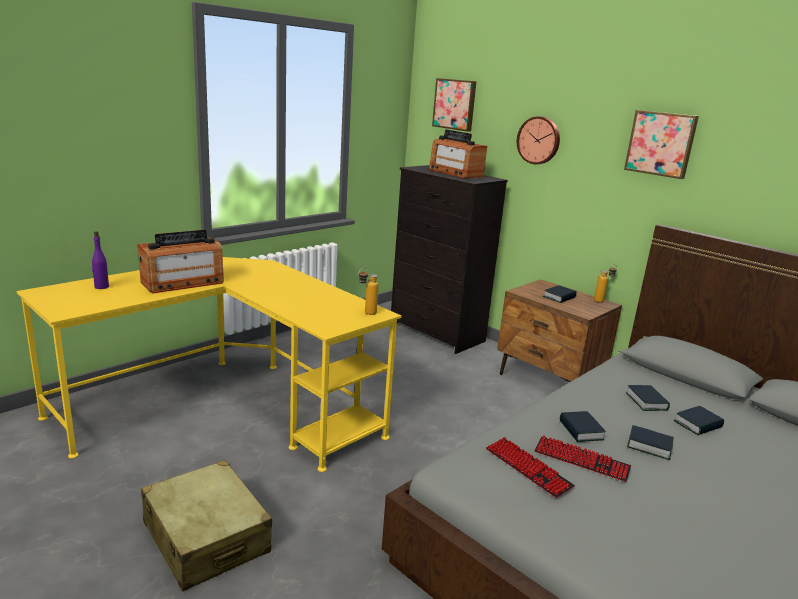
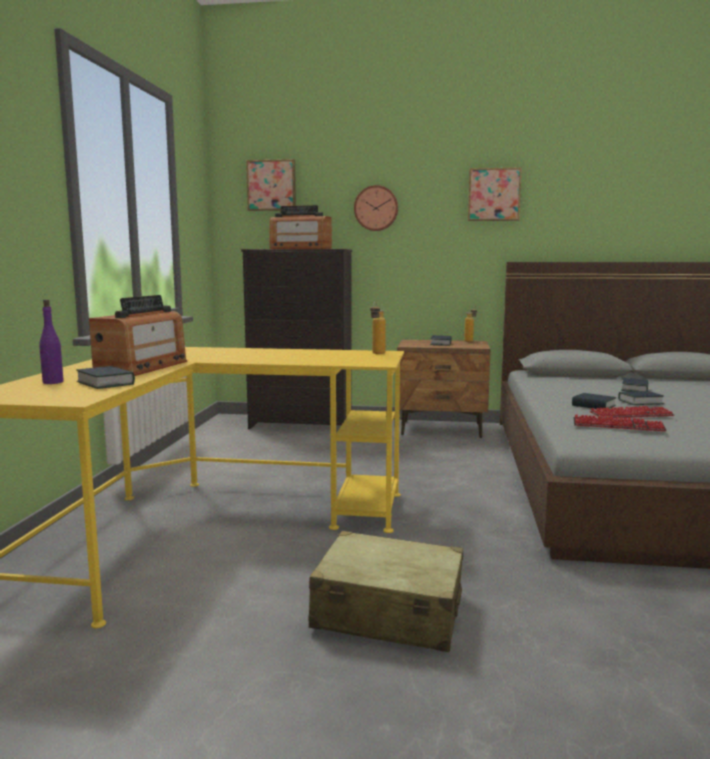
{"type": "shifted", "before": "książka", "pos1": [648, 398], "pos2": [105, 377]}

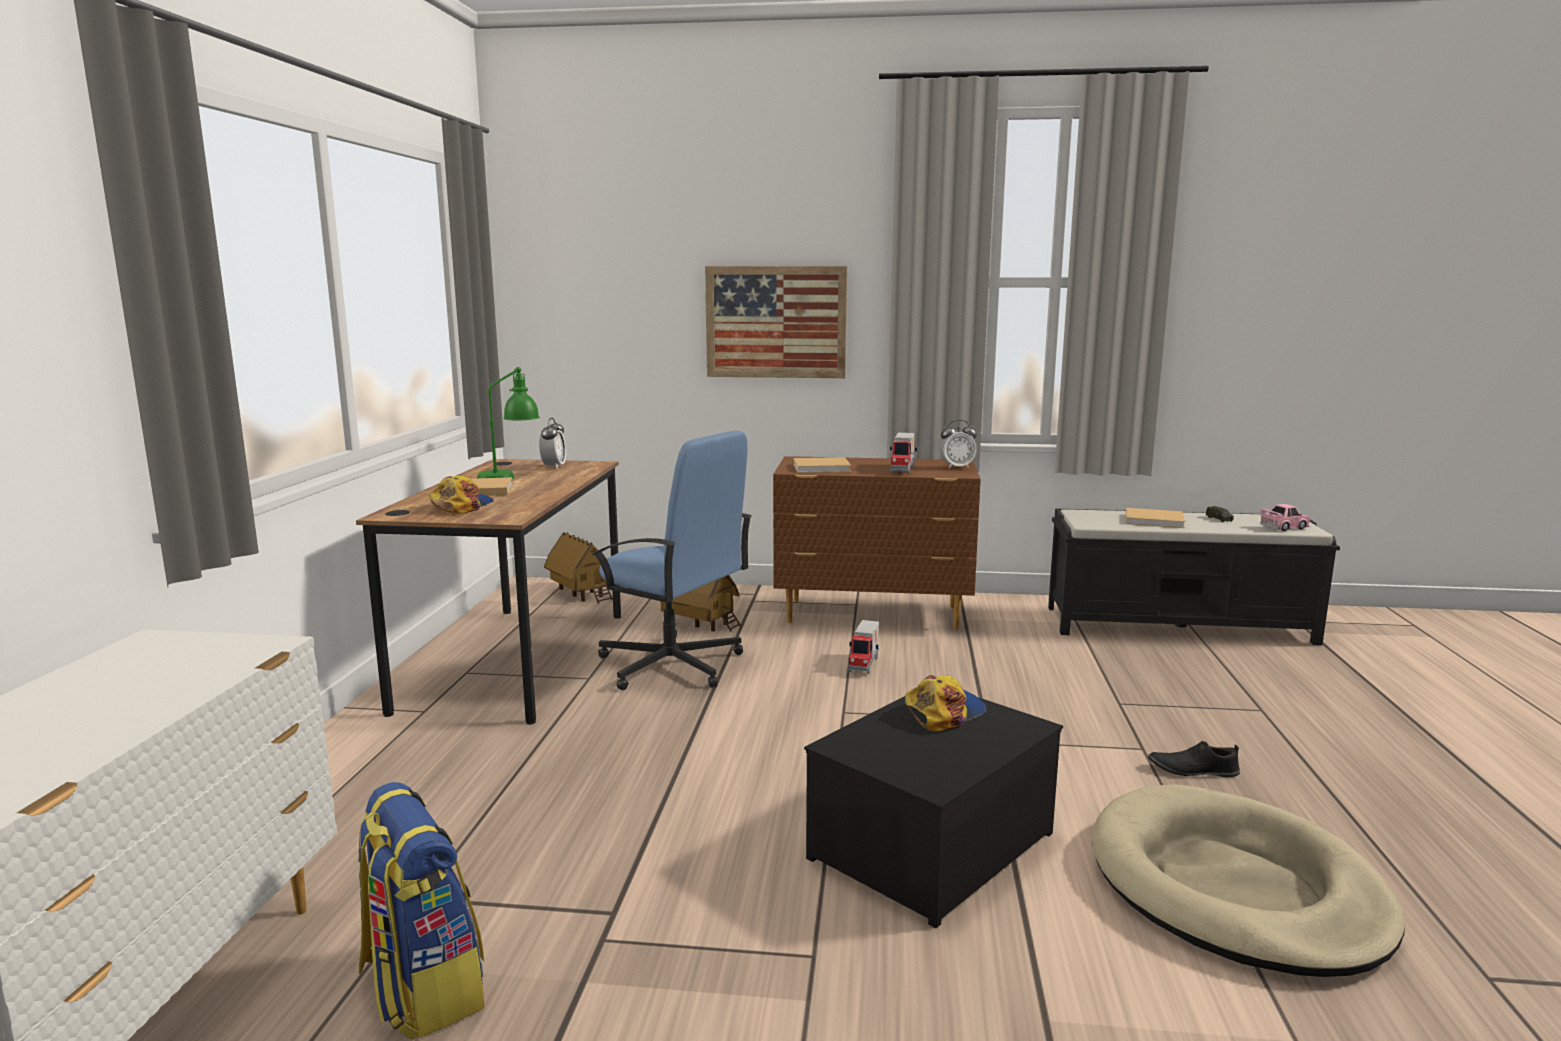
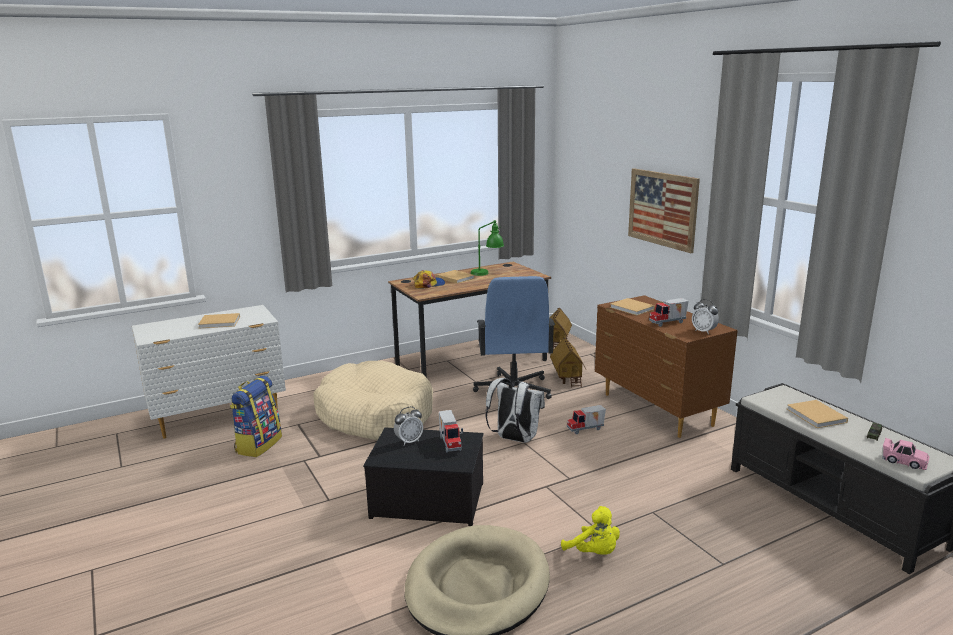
{"type": "new", "after": "książka/beżowy", "pos2": [219, 321]}
{"type": "new", "after": "legowisko/beżowy", "pos2": [373, 400]}
{"type": "new", "after": "plecak/biały", "pos2": [515, 410]}
{"type": "shifted", "before": "budzik", "pos1": [552, 443], "pos2": [408, 425]}
{"type": "swapped", "before": "czapka z daszkiem", "after": "ciężarówka zabawkowa", "pos1": [946, 703], "pos2": [451, 431]}
{"type": "swapped", "before": "but/czarny", "after": "pluszak/żółty", "pos1": [1194, 759], "pos2": [590, 530]}

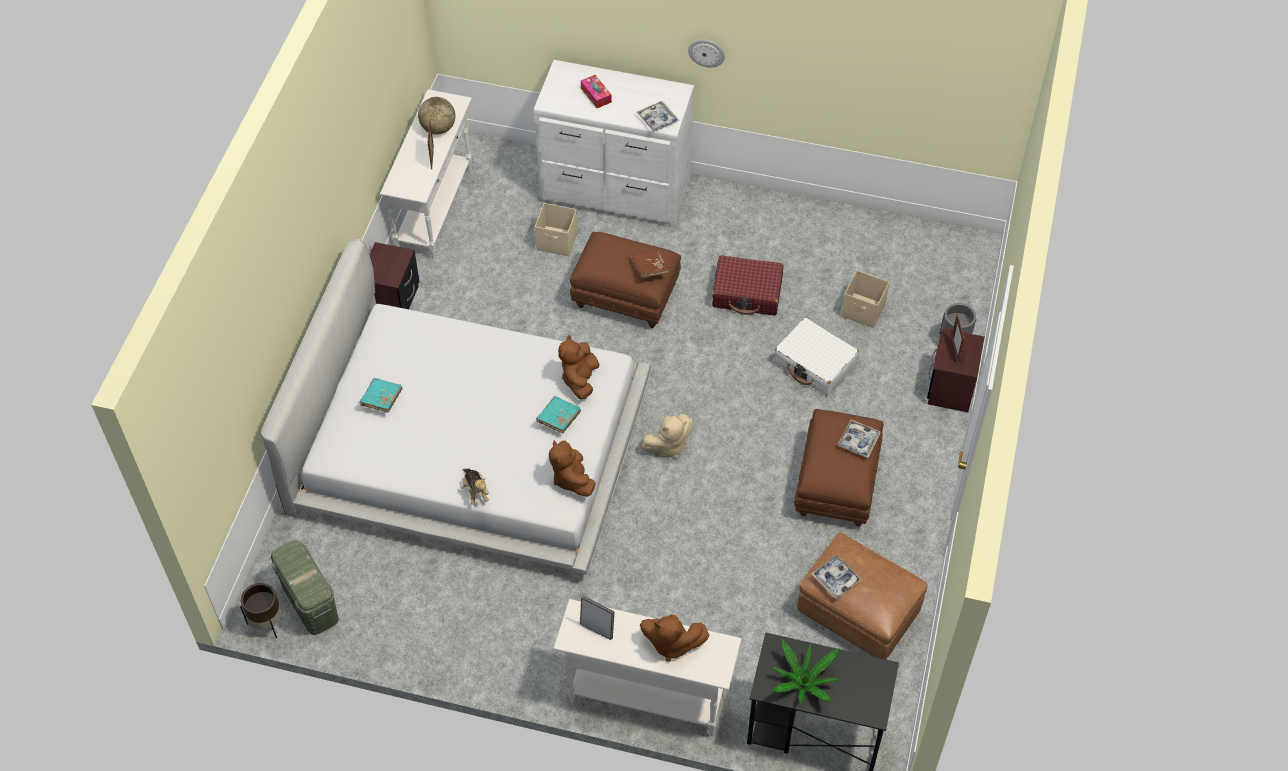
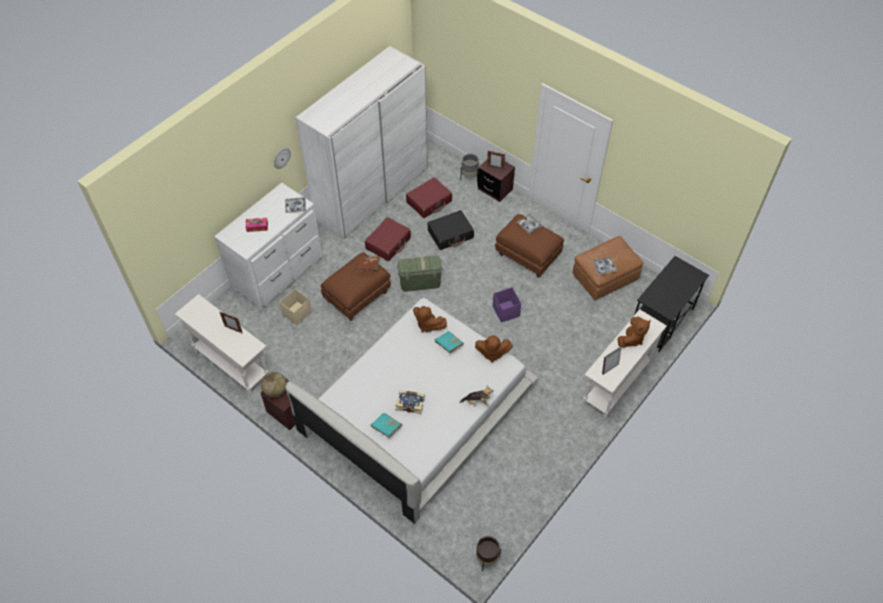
{"type": "gone", "before": "pluszak/beżowy", "pos1": [667, 436]}
{"type": "gone", "before": "roślina doniczkowa", "pos1": [806, 671]}
{"type": "new", "after": "szafa/biały", "pos2": [361, 143]}
{"type": "new", "after": "książka", "pos2": [410, 402]}
{"type": "new", "after": "pojemnik do przechowywania/fioletowy", "pos2": [507, 305]}
{"type": "shifted", "before": "pojemnik do przechowywania/zielony", "pos1": [304, 587], "pos2": [420, 274]}
{"type": "shifted", "before": "globus", "pos1": [436, 116], "pos2": [274, 384]}
{"type": "swapped", "before": "pojemnik do przechowywania/beżowy", "after": "walizka/czerwony", "pos1": [865, 299], "pos2": [429, 197]}
{"type": "repainted", "before": "walizka/biały", "after": "walizka/czarny", "pos1": [816, 357], "pos2": [450, 230]}

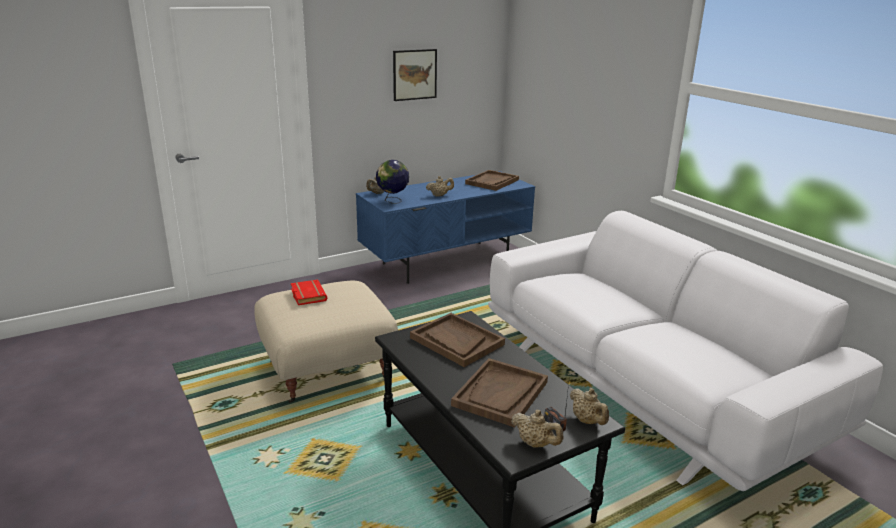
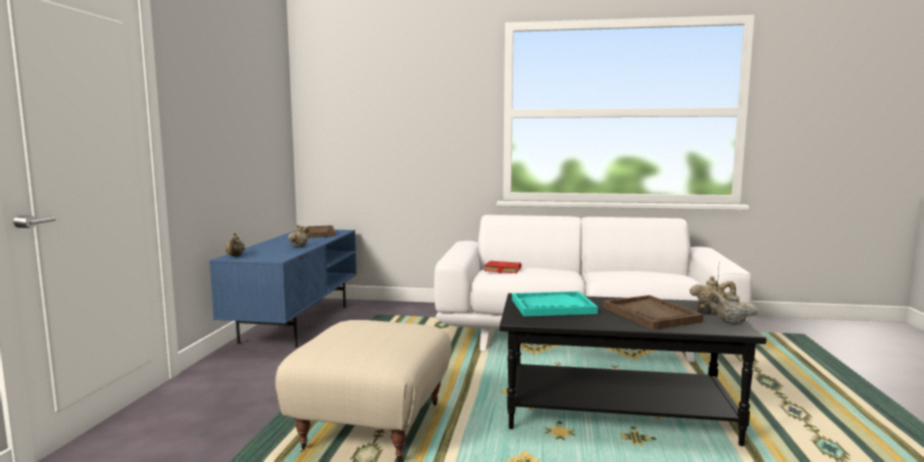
{"type": "gone", "before": "globus", "pos1": [392, 182]}
{"type": "gone", "before": "obraz", "pos1": [415, 75]}
{"type": "shifted", "before": "książka/czerwony", "pos1": [309, 292], "pos2": [502, 267]}
{"type": "repainted", "before": "taca/brązowy", "after": "taca/turkusowy", "pos1": [457, 340], "pos2": [555, 303]}
{"type": "rotated", "before": "imbryk/beżowy", "pos1": [537, 428], "pos2": [732, 307], "turn": -120}

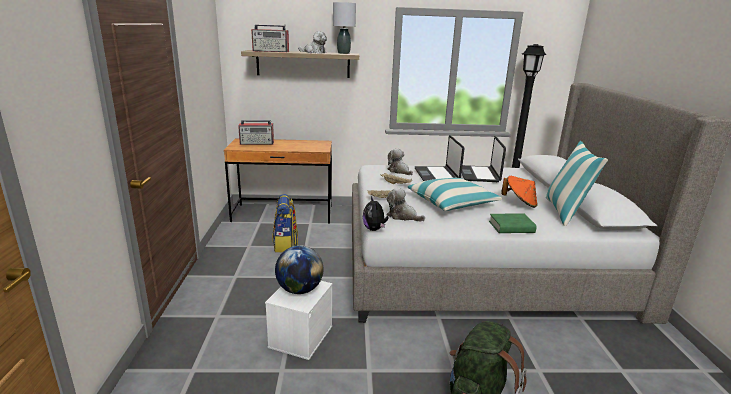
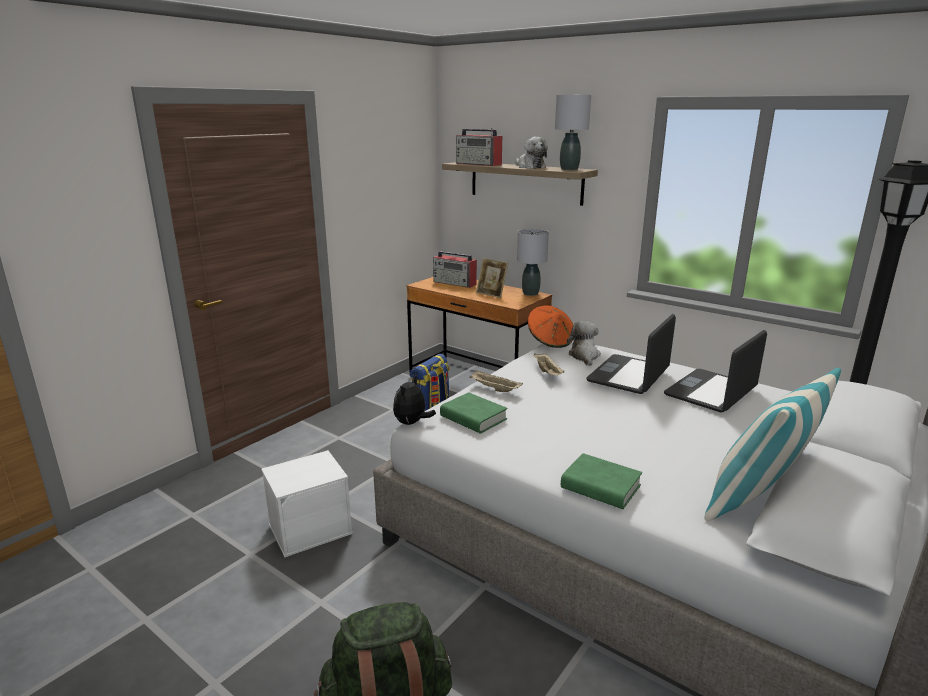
{"type": "gone", "before": "globus", "pos1": [299, 269]}
{"type": "gone", "before": "poduszka", "pos1": [455, 194]}
{"type": "new", "after": "ramka na zdjęcie", "pos2": [492, 278]}
{"type": "new", "after": "lampa stołowa/szary", "pos2": [533, 262]}
{"type": "shifted", "before": "kapelusz/pomarańczowy", "pos1": [519, 192], "pos2": [550, 327]}
{"type": "swapped", "before": "pluszak", "after": "książka/zielony", "pos1": [406, 204], "pos2": [473, 412]}

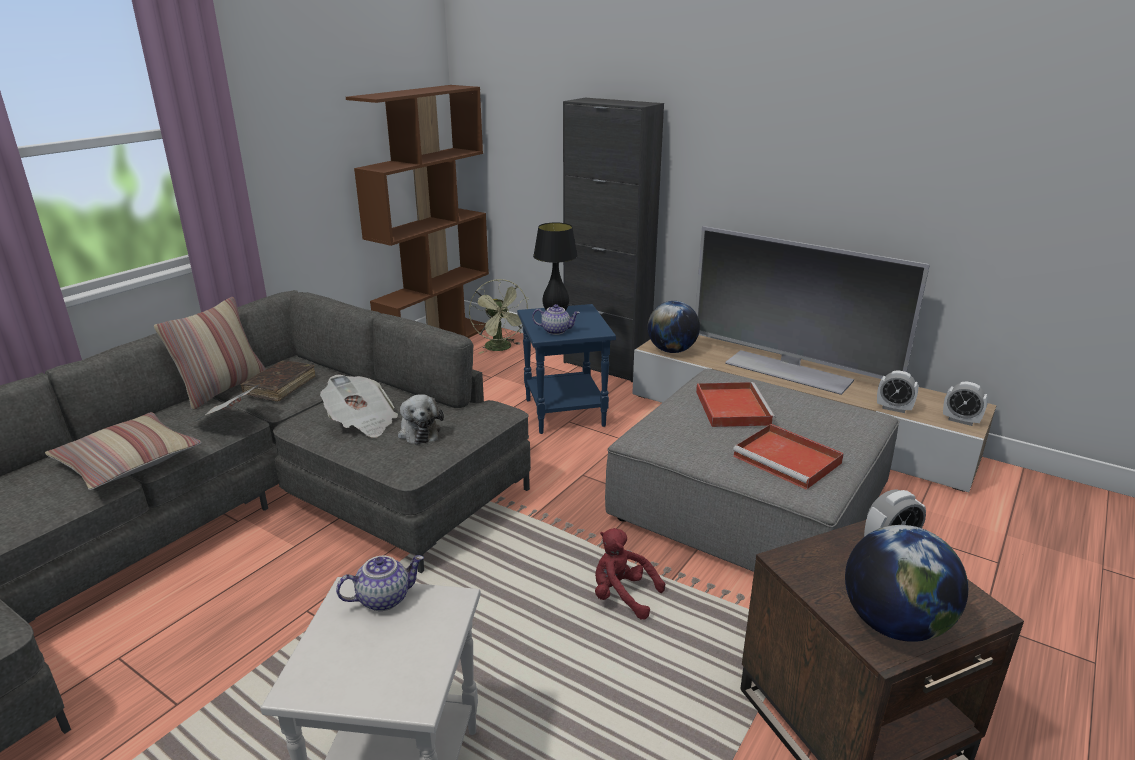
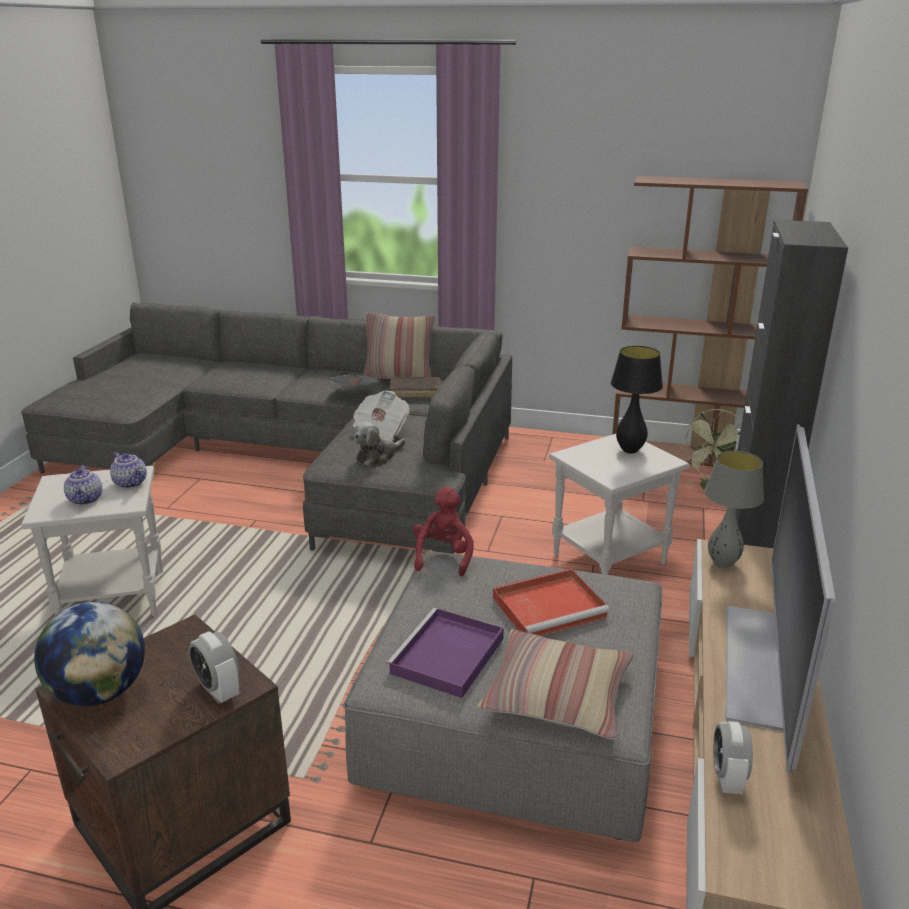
{"type": "gone", "before": "budzik", "pos1": [965, 403]}
{"type": "shifted", "before": "poduszka", "pos1": [123, 451], "pos2": [555, 684]}
{"type": "shifted", "before": "imbryk", "pos1": [556, 319], "pos2": [83, 485]}
{"type": "shifted", "before": "pluszak/czerwony", "pos1": [630, 573], "pos2": [443, 531]}
{"type": "swapped", "before": "globus", "after": "lampa stołowa/szary", "pos1": [673, 327], "pos2": [734, 509]}
{"type": "repainted", "before": "stolik/niebieski", "after": "stolik/biały", "pos1": [566, 369], "pos2": [619, 504]}
{"type": "repainted", "before": "taca/czerwony", "after": "taca/fioletowy", "pos1": [788, 457], "pos2": [445, 653]}

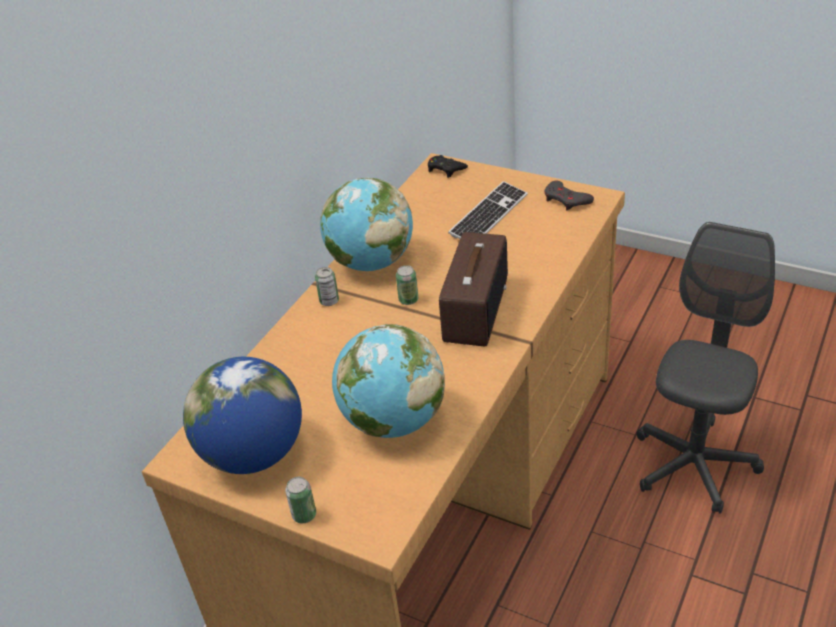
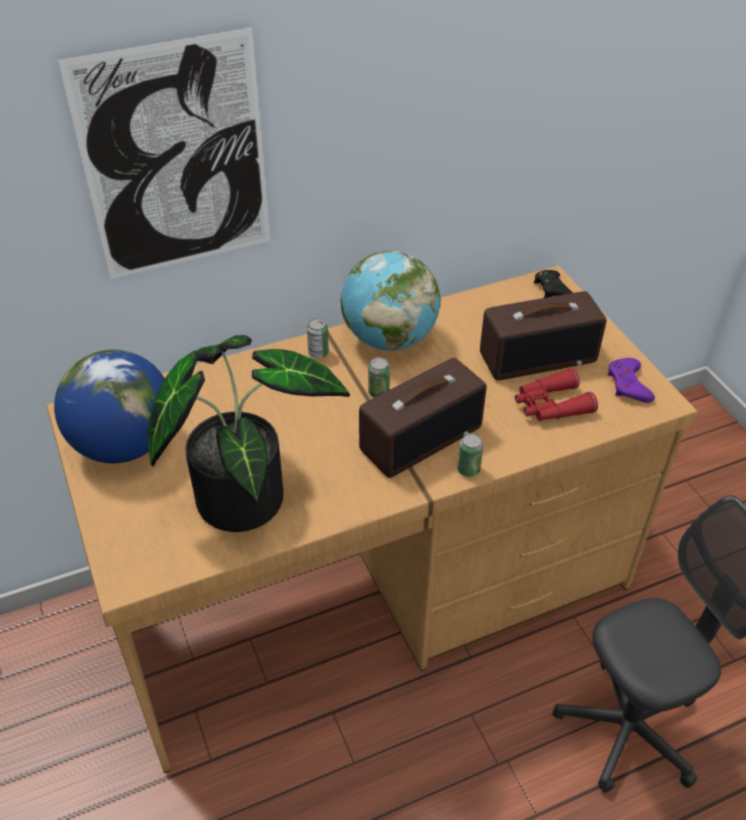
{"type": "new", "after": "obraz", "pos2": [164, 153]}
{"type": "new", "after": "lornetka/czerwony", "pos2": [556, 394]}
{"type": "shifted", "before": "puszka", "pos1": [300, 500], "pos2": [470, 455]}
{"type": "swapped", "before": "globus", "after": "roślina doniczkowa", "pos1": [388, 381], "pos2": [249, 433]}
{"type": "swapped", "before": "klawiatura", "after": "radio", "pos1": [488, 210], "pos2": [543, 335]}
{"type": "repainted", "before": "pad do gier/szary", "after": "pad do gier/fioletowy", "pos1": [569, 195], "pos2": [631, 380]}

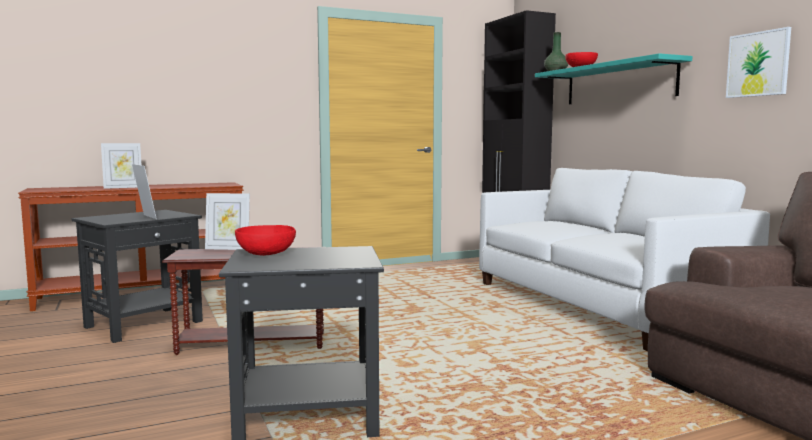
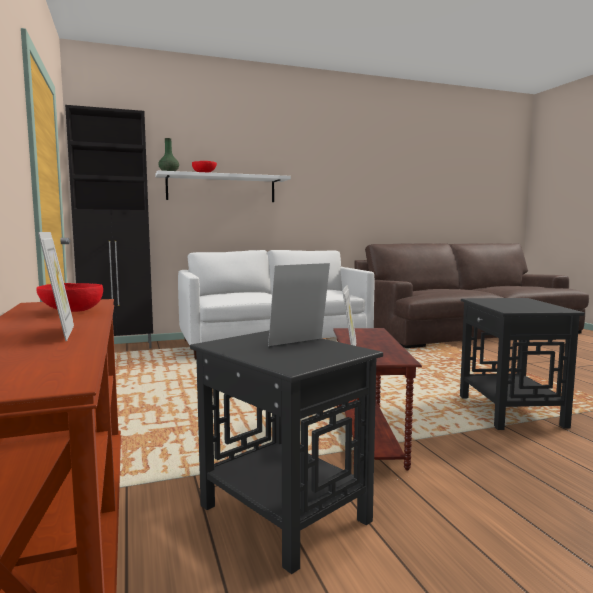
{"type": "gone", "before": "obraz", "pos1": [758, 62]}
{"type": "shifted", "before": "miska/czerwony", "pos1": [265, 240], "pos2": [69, 297]}
{"type": "repainted", "before": "półka/turkusowy", "after": "półka/biały", "pos1": [613, 78], "pos2": [223, 186]}

